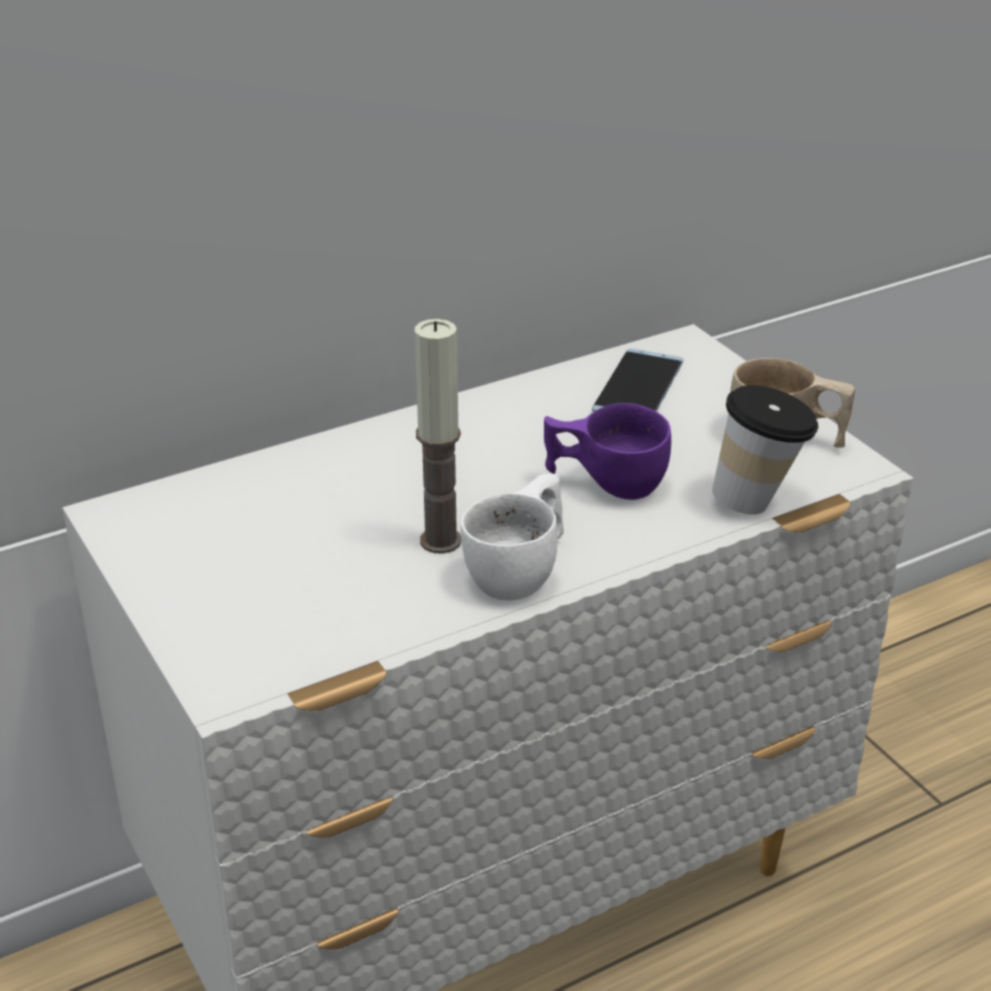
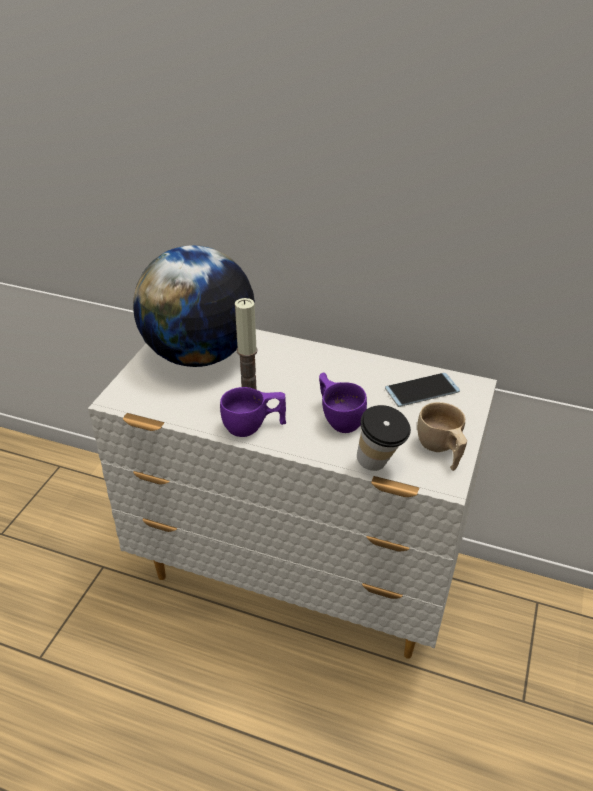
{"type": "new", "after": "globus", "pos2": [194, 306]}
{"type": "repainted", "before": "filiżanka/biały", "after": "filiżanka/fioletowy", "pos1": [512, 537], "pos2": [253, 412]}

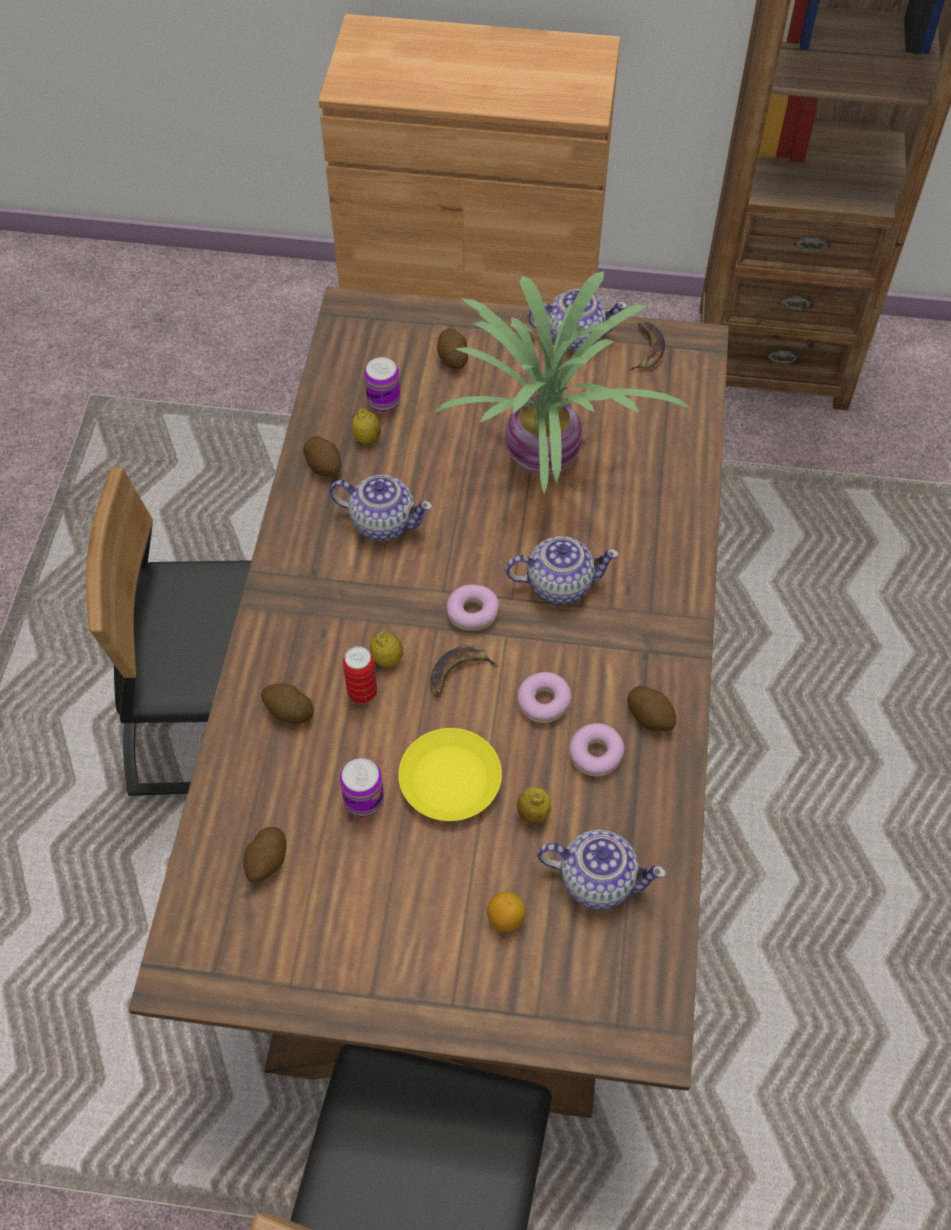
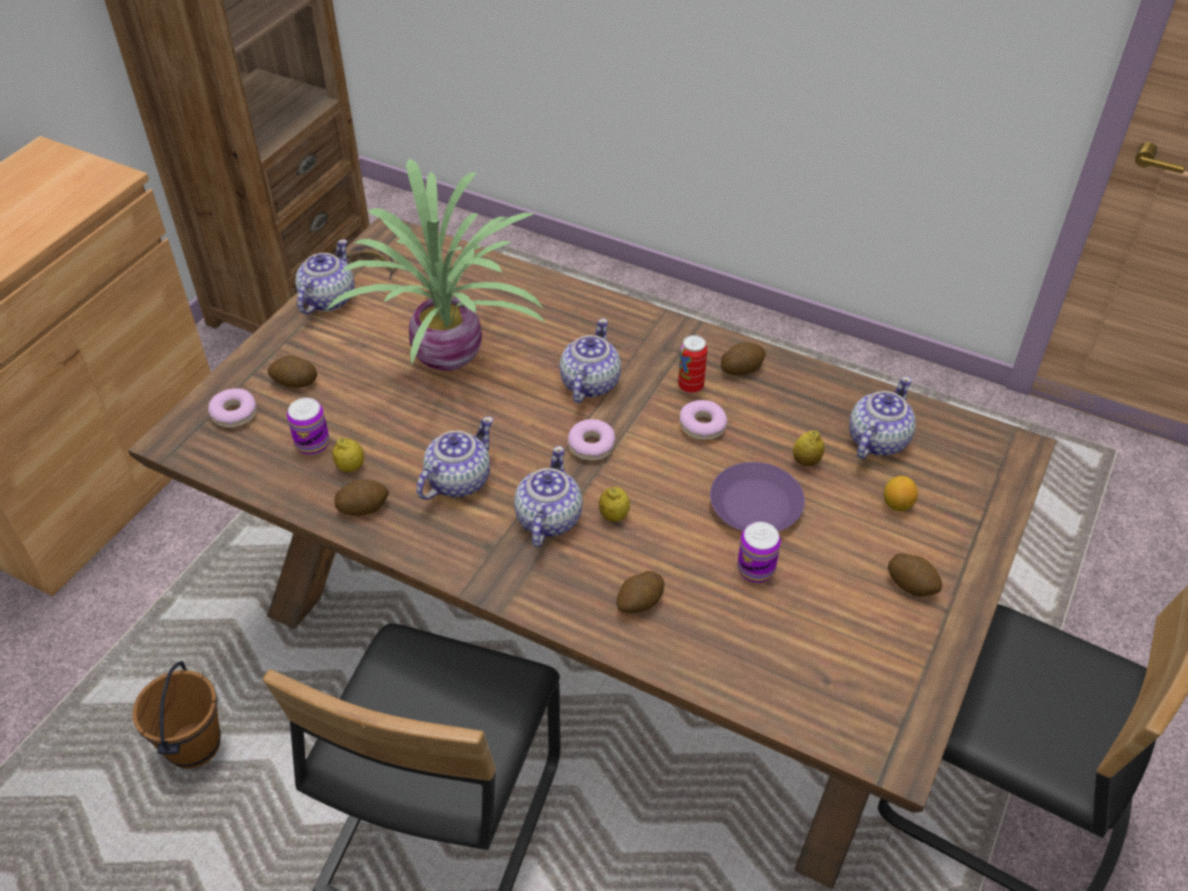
{"type": "gone", "before": "banan", "pos1": [464, 671]}
{"type": "new", "after": "wiadro/brązowy", "pos2": [176, 715]}
{"type": "new", "after": "imbryk", "pos2": [548, 497]}
{"type": "shifted", "before": "ziemniak", "pos1": [264, 855], "pos2": [915, 575]}
{"type": "shifted", "before": "puszka", "pos1": [360, 675], "pos2": [692, 364]}
{"type": "shifted", "before": "donut", "pos1": [597, 750], "pos2": [232, 408]}
{"type": "repainted", "before": "talerz/żółty", "after": "talerz/fioletowy", "pos1": [450, 774], "pos2": [757, 496]}

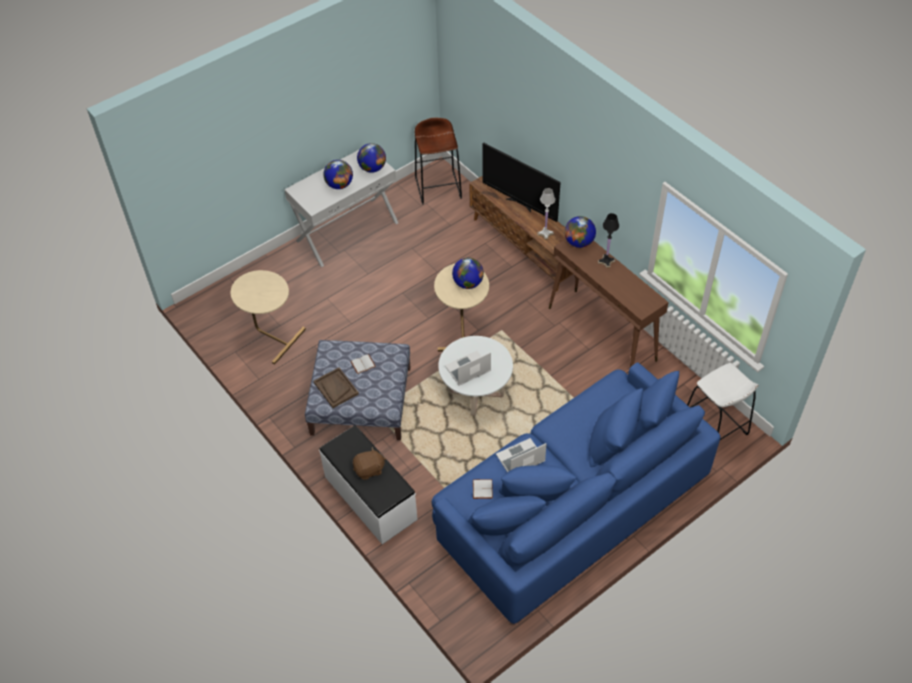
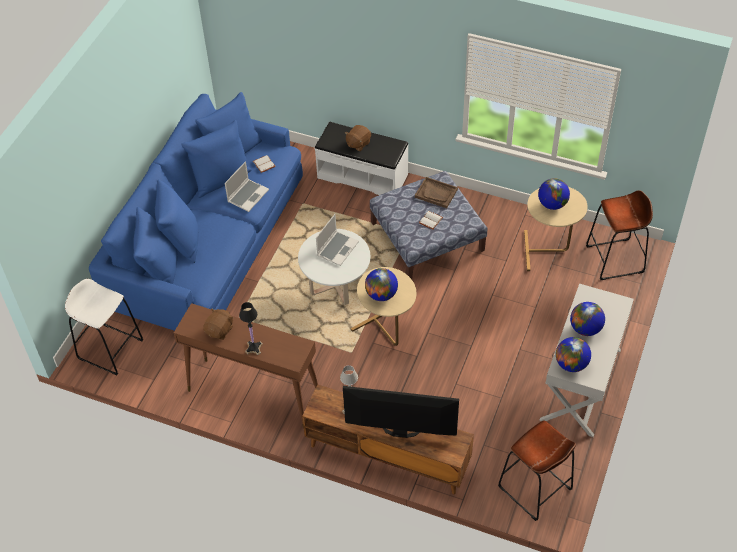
{"type": "new", "after": "pluszak/brązowy", "pos2": [218, 324]}
{"type": "new", "after": "stołek/brązowy", "pos2": [619, 235]}
{"type": "shifted", "before": "globus", "pos1": [580, 232], "pos2": [554, 194]}

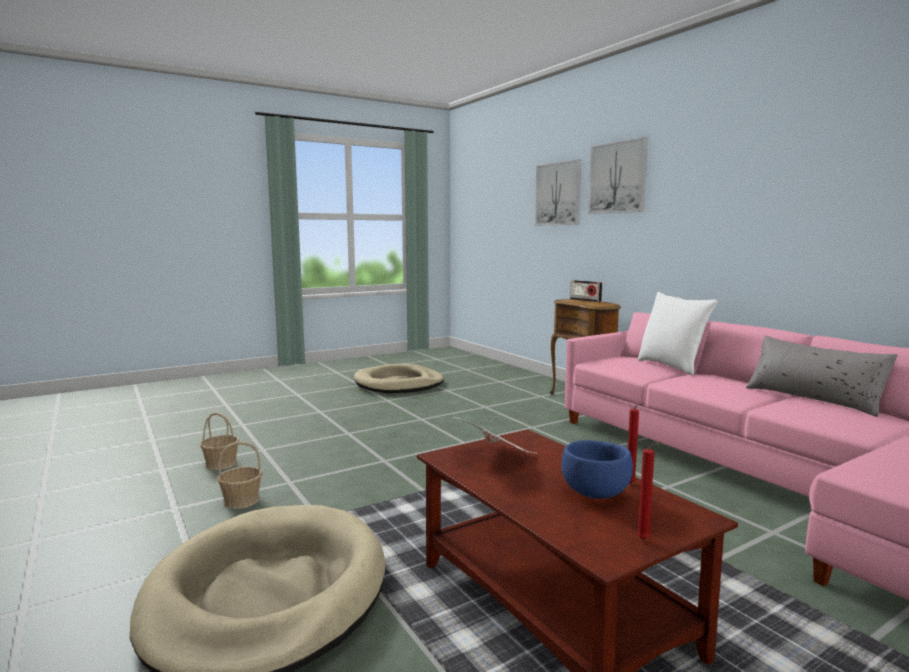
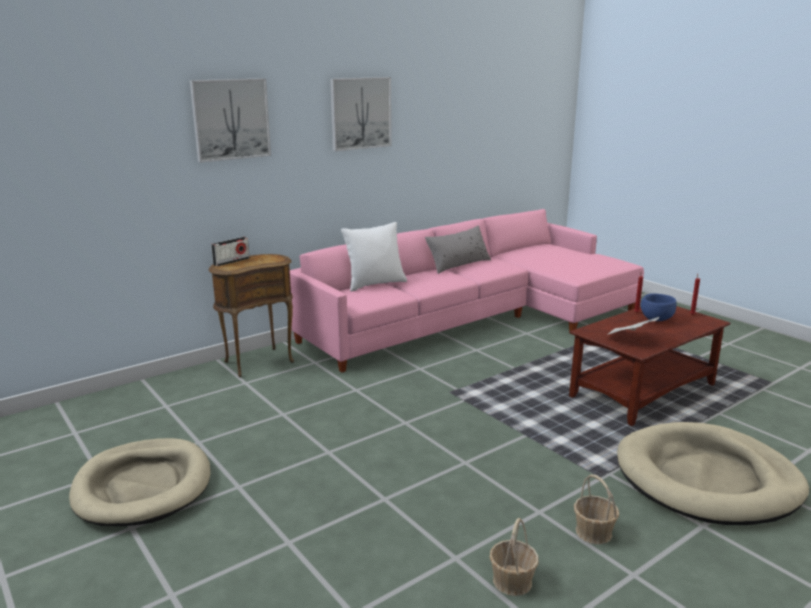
{"type": "shifted", "before": "obraz", "pos1": [558, 192], "pos2": [360, 114]}

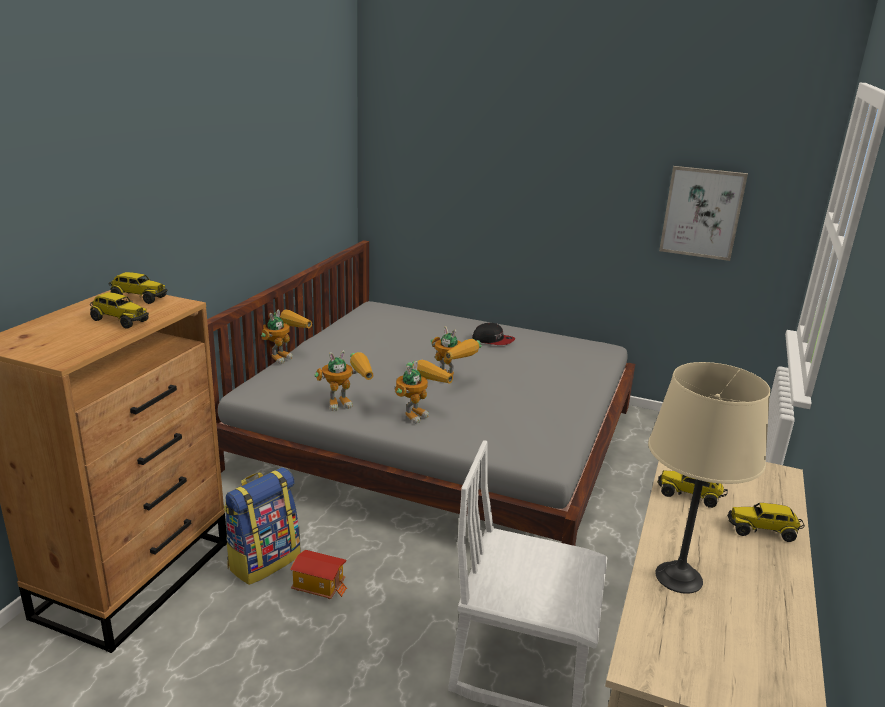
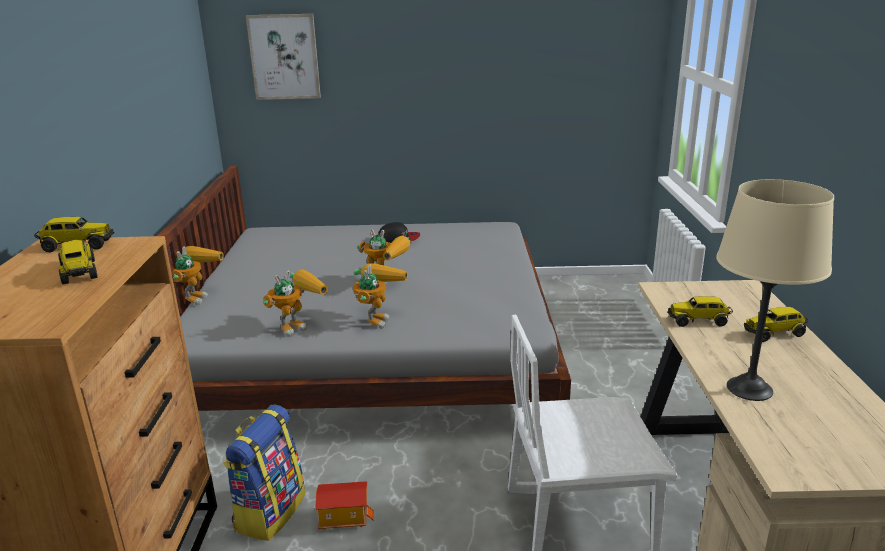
{"type": "shifted", "before": "obraz", "pos1": [703, 213], "pos2": [283, 57]}
{"type": "rotated", "before": "ciężarówka zabawkowa", "pos1": [119, 310], "pos2": [78, 262], "turn": -120}

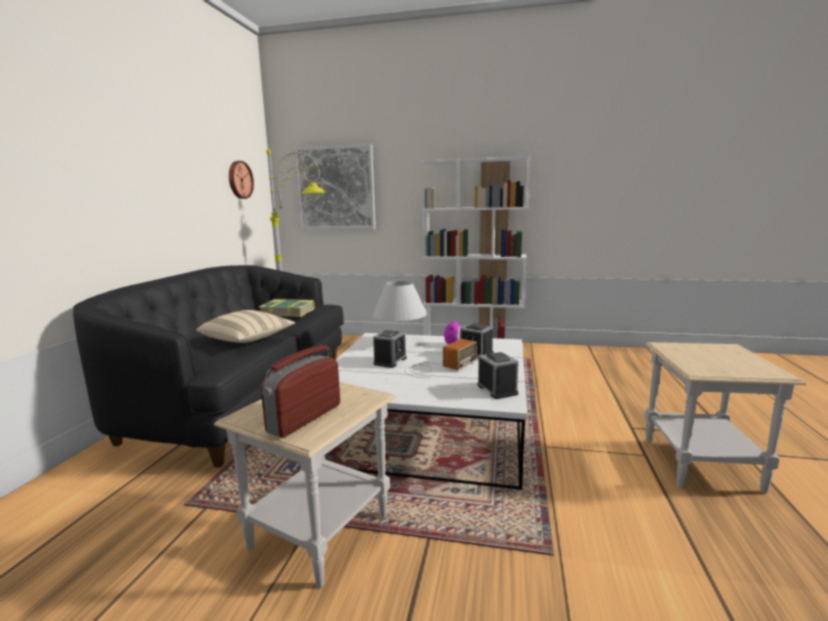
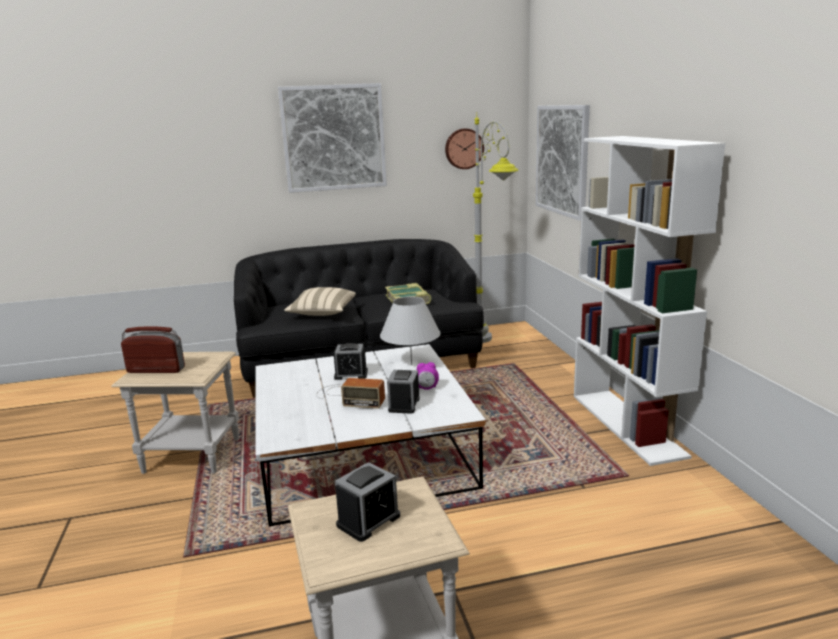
{"type": "new", "after": "obraz", "pos2": [332, 138]}
{"type": "shifted", "before": "budzik", "pos1": [498, 375], "pos2": [367, 502]}

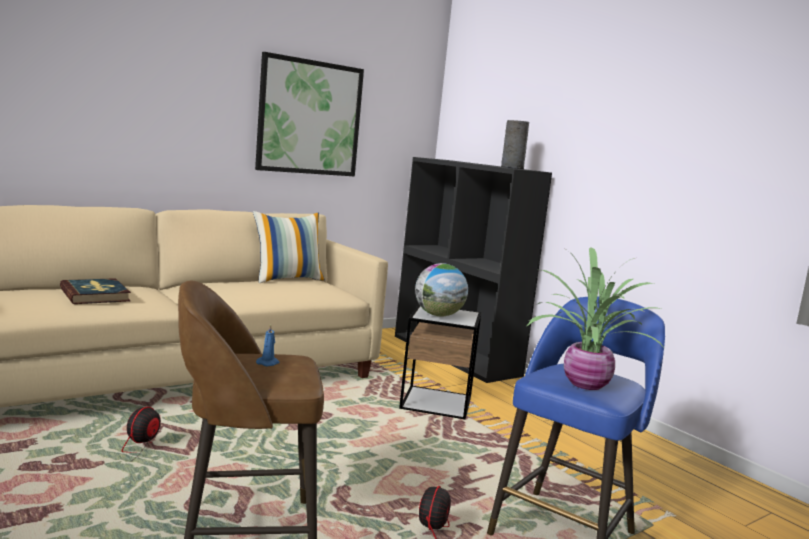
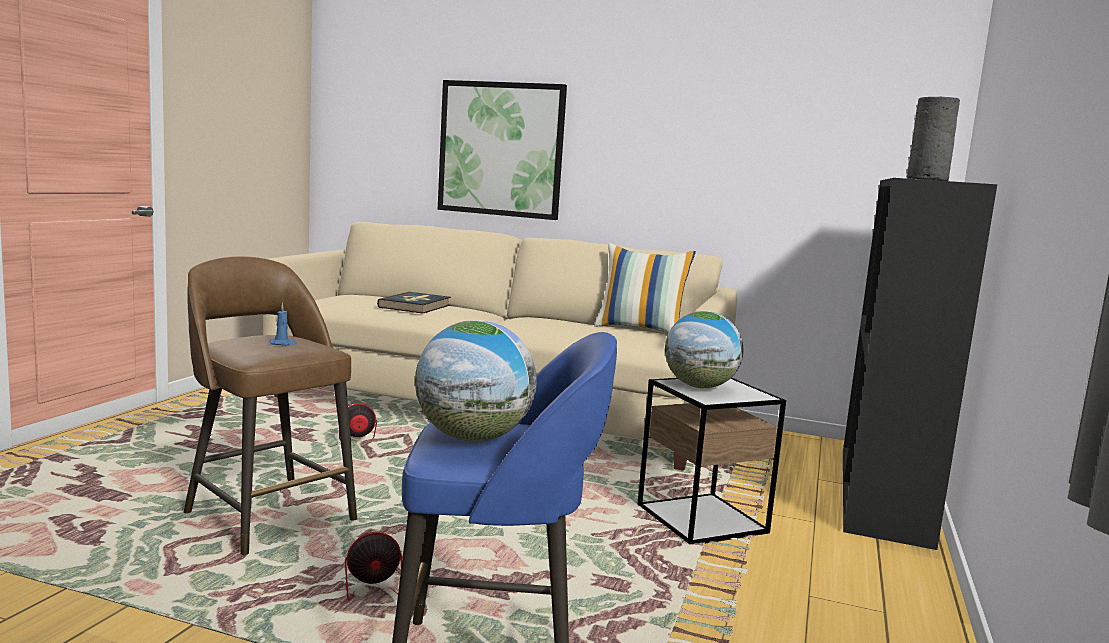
{"type": "shifted", "before": "obraz", "pos1": [309, 114], "pos2": [502, 150]}
{"type": "swapped", "before": "roślina doniczkowa", "after": "globus", "pos1": [595, 318], "pos2": [476, 381]}

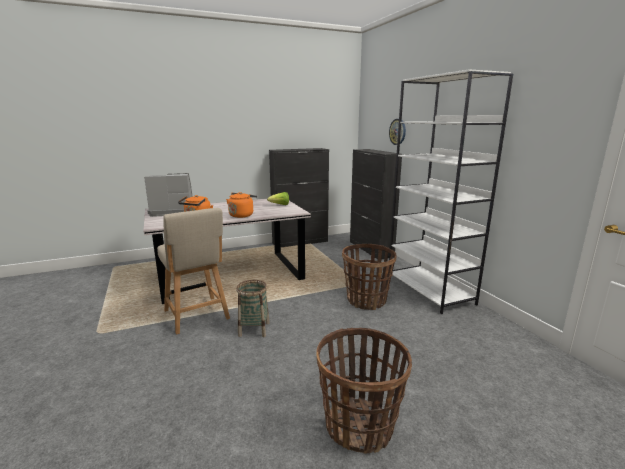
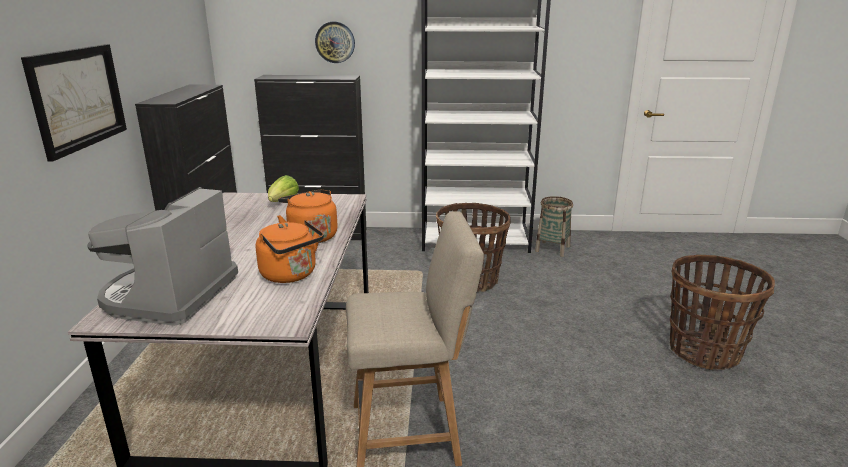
{"type": "new", "after": "obraz", "pos2": [74, 103]}
{"type": "shifted", "before": "koszyk", "pos1": [253, 308], "pos2": [554, 226]}

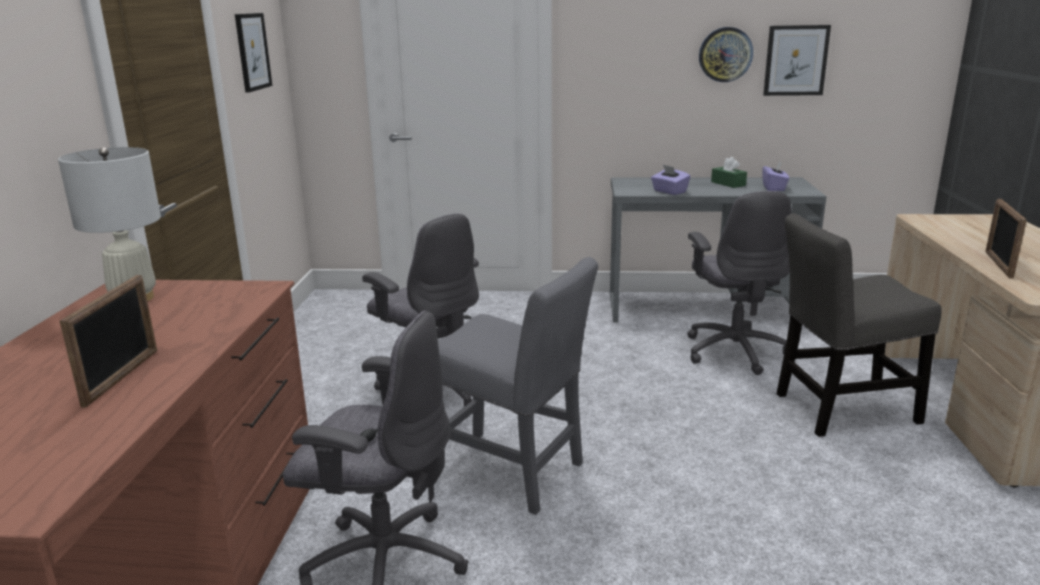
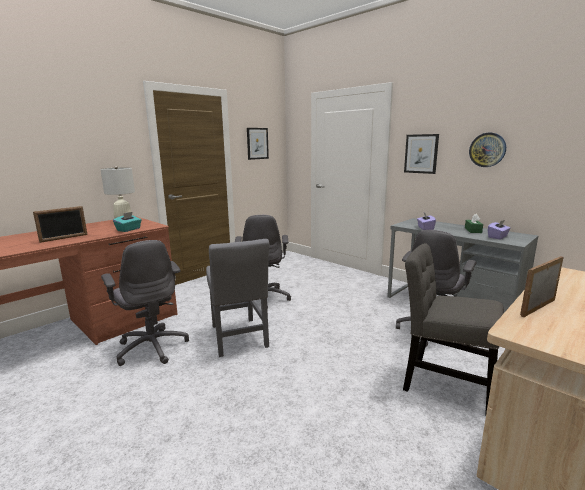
{"type": "new", "after": "pudełko chusteczek/turkusowy", "pos2": [127, 222]}
{"type": "shifted", "before": "obraz", "pos1": [797, 60], "pos2": [421, 154]}

